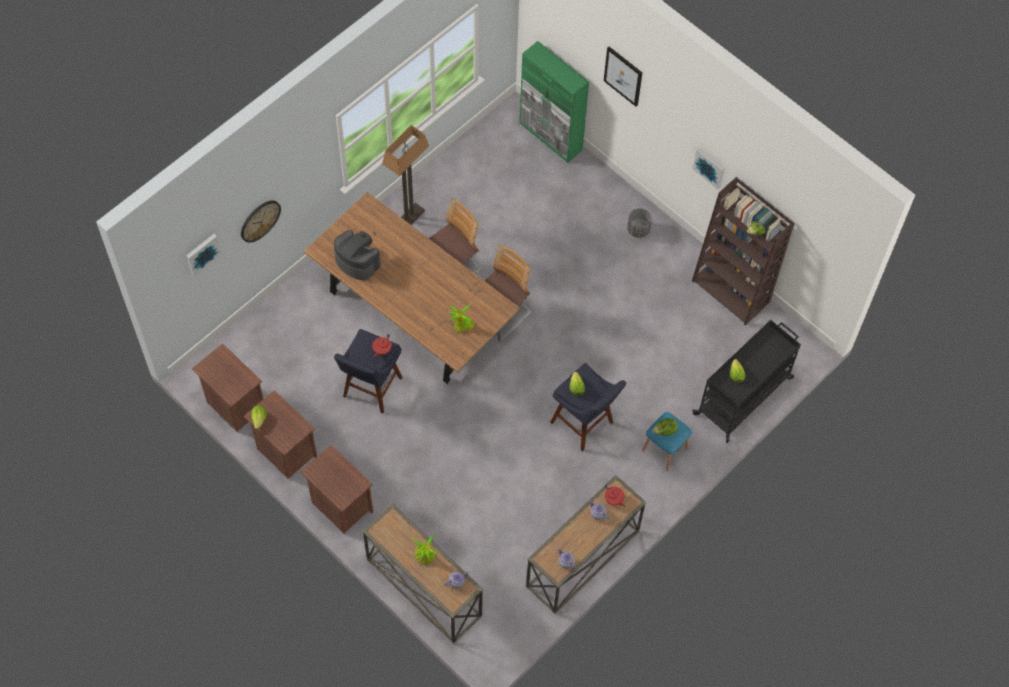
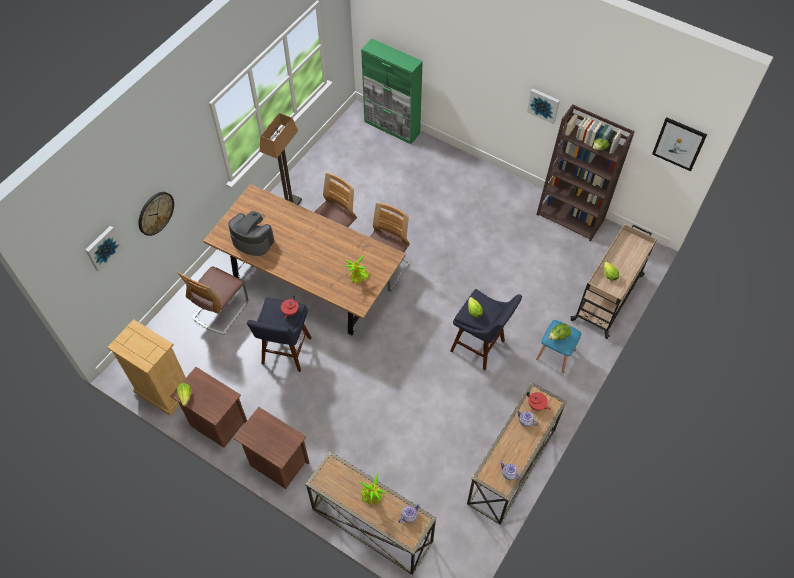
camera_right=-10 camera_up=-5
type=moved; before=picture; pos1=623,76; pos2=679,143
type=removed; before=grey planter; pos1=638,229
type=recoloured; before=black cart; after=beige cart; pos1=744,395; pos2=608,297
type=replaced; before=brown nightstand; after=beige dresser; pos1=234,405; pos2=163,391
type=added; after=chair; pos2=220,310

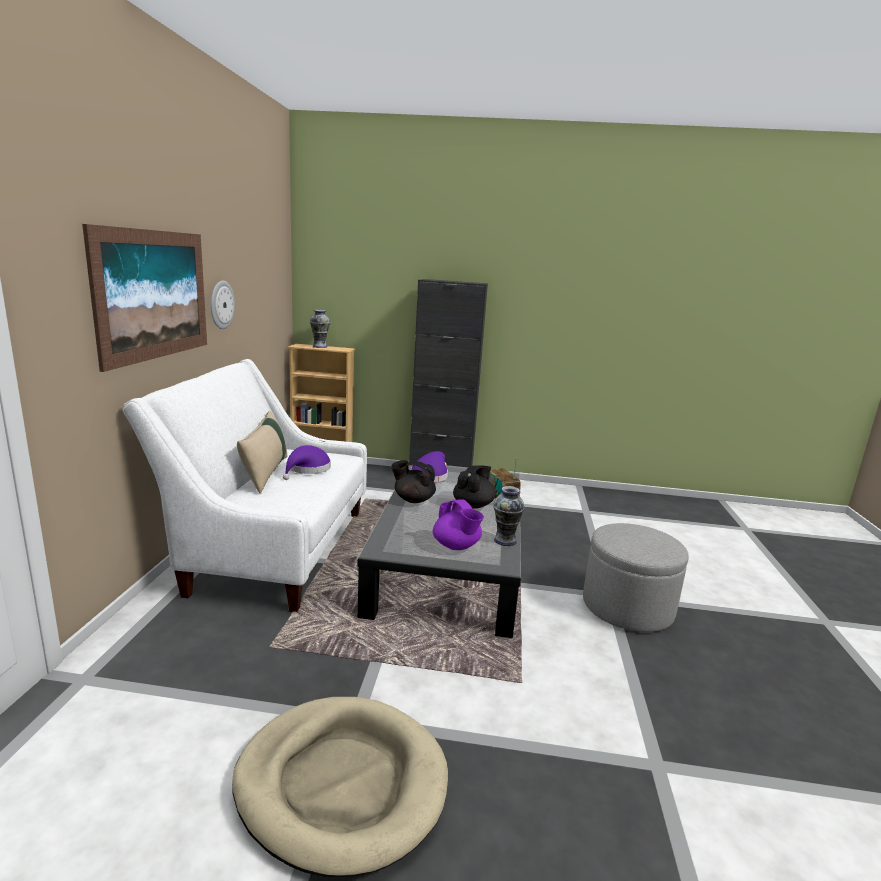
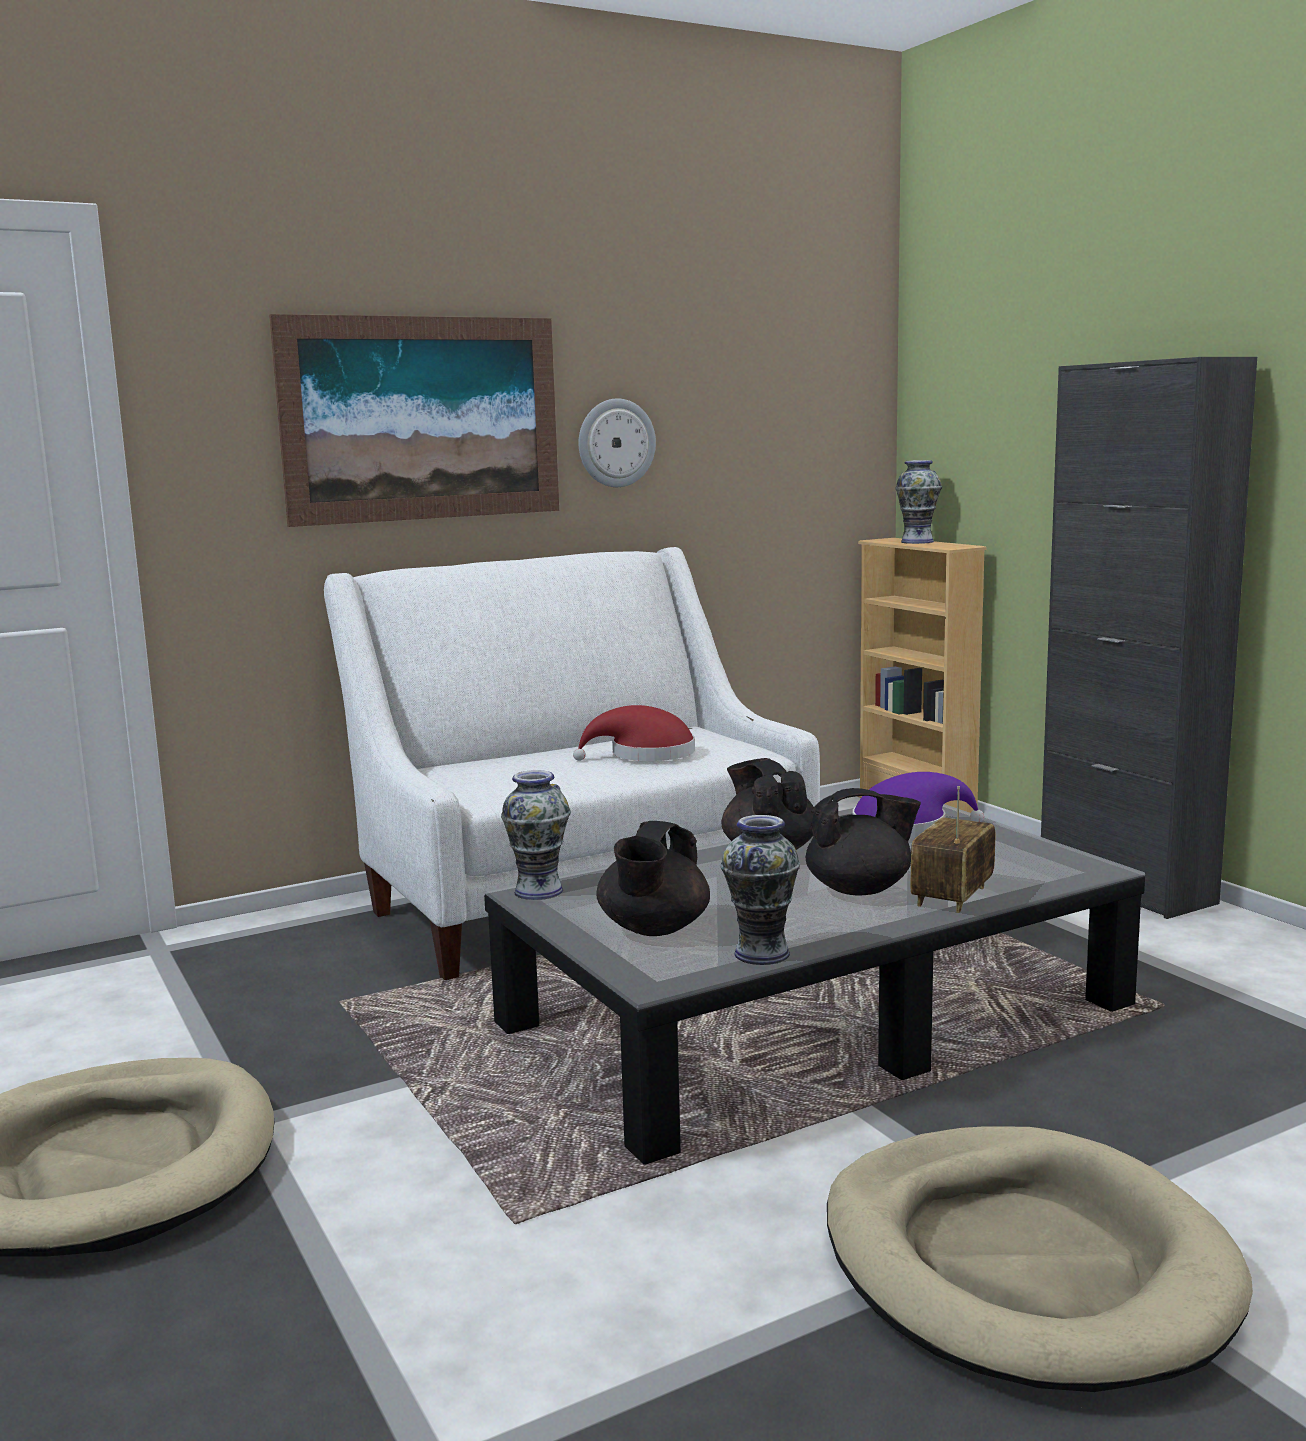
camera_right=55 camera_up=-5
type=removed; before=beige pillow; pos1=265,473
type=recoloured; before=purple hat; after=red hat; pos1=307,469; pos2=645,755
type=recoloured; before=purple teapot; after=black teapot; pos1=456,546; pos2=653,929
type=replaced; before=grey ottoman; after=beige dog bed; pos1=627,607; pos2=1025,1265
type=added; after=vase; pos2=538,891

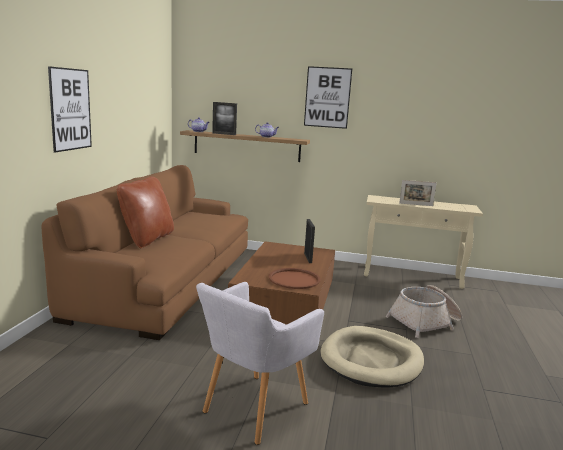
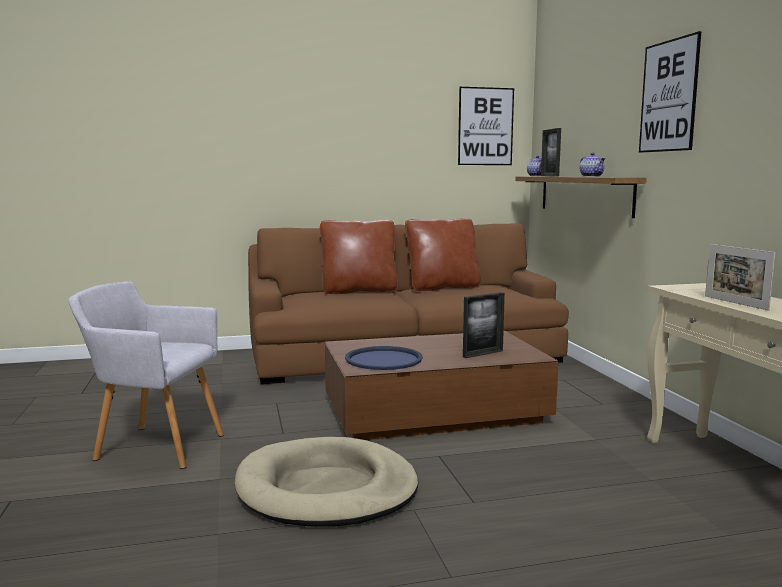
camera_right=65 camera_up=-5
type=moved; before=picture; pos1=70,109; pos2=485,126
type=recoloured; before=brown tray; after=blue tray; pos1=294,279; pos2=383,359
type=removed; before=basket; pos1=425,322
type=added; after=brown pillow; pos2=442,287

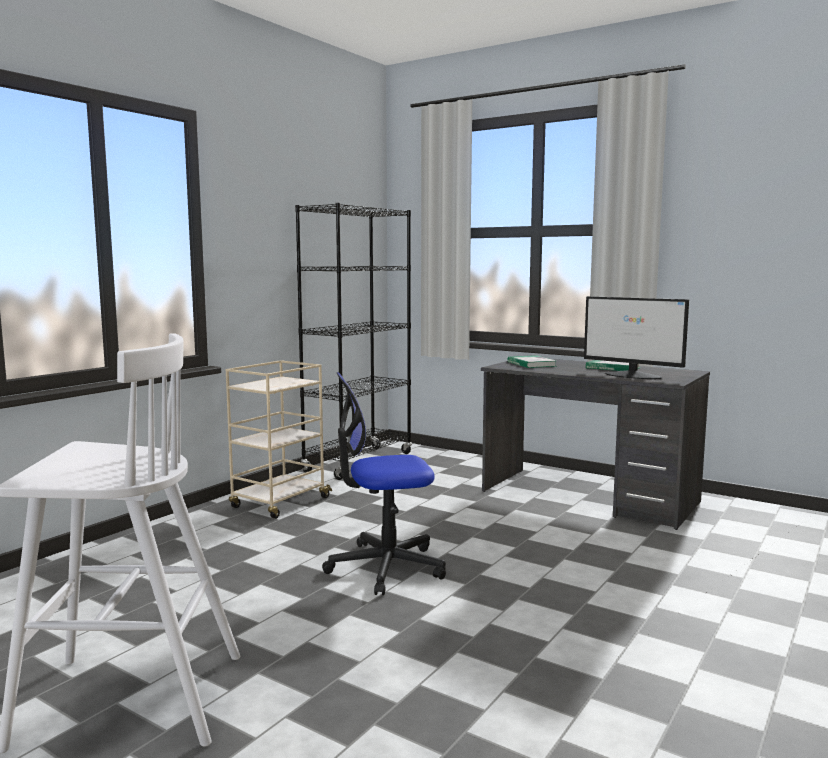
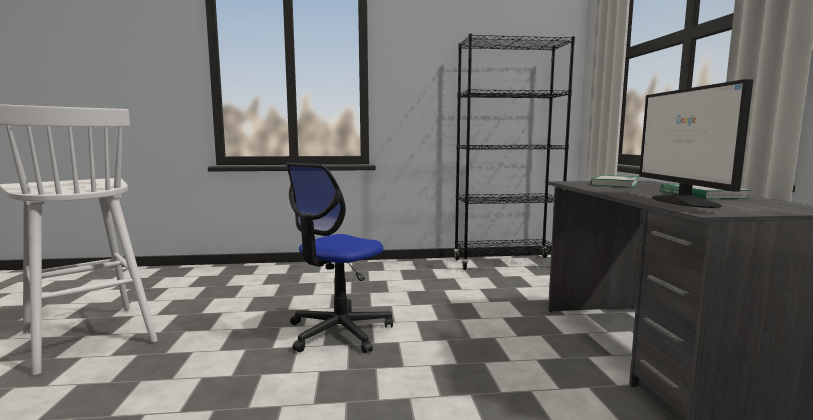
camera_right=50 camera_up=0
type=removed; before=beige cart; pos1=279,503
type=turned; before=office chair; pos1=385,567; pos2=339,332; turn=-90

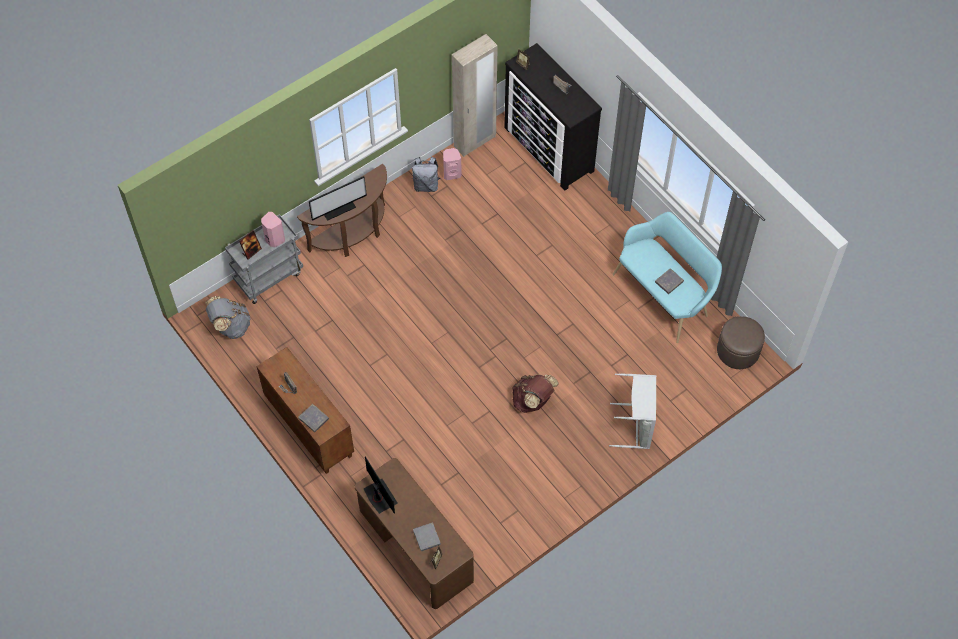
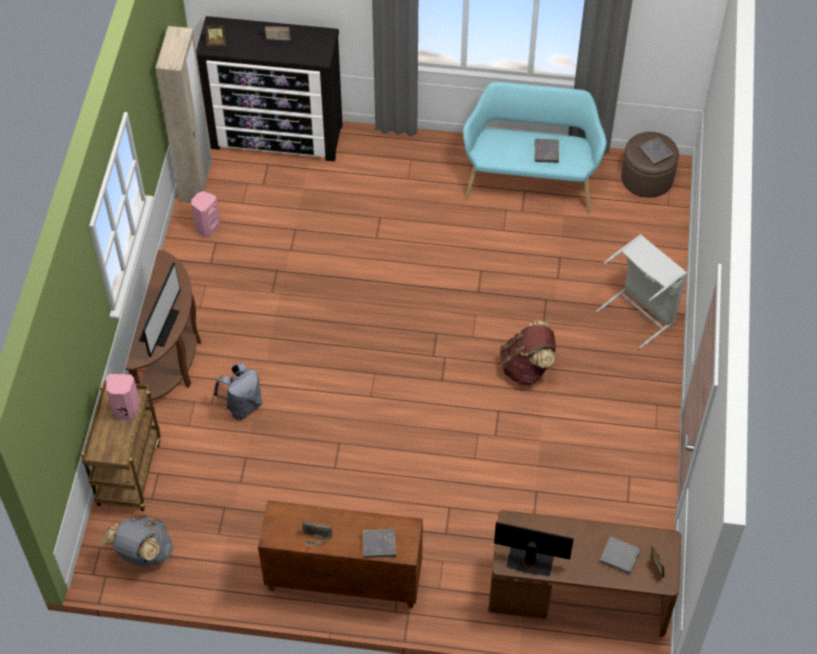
camera_right=-45 camera_up=-5
type=moved; before=grey backpack; pos1=426,185; pos2=242,406
type=recoloured; before=grey cart; after=brown cart; pos1=269,276; pos2=128,471
type=removed; before=picture frame; pos1=251,251
type=added; after=grey book; pos2=655,153

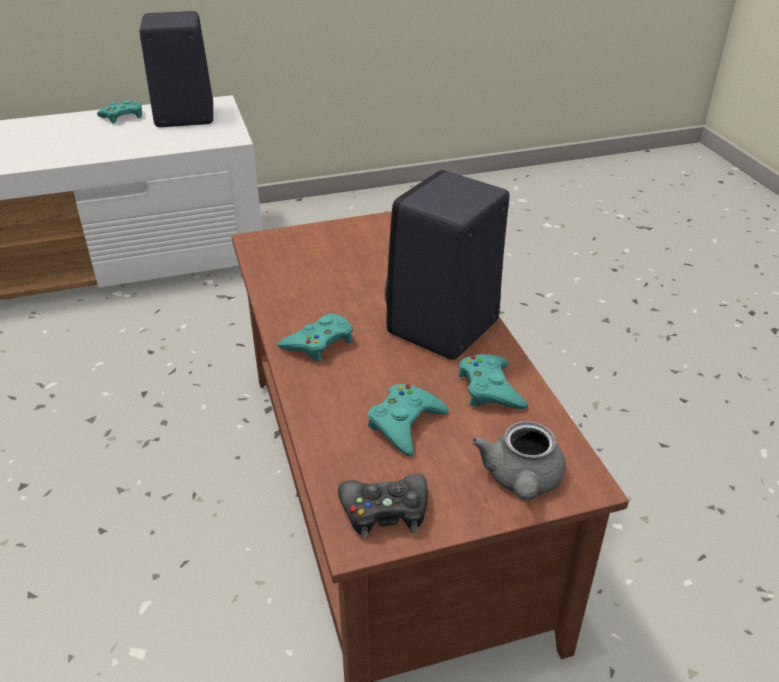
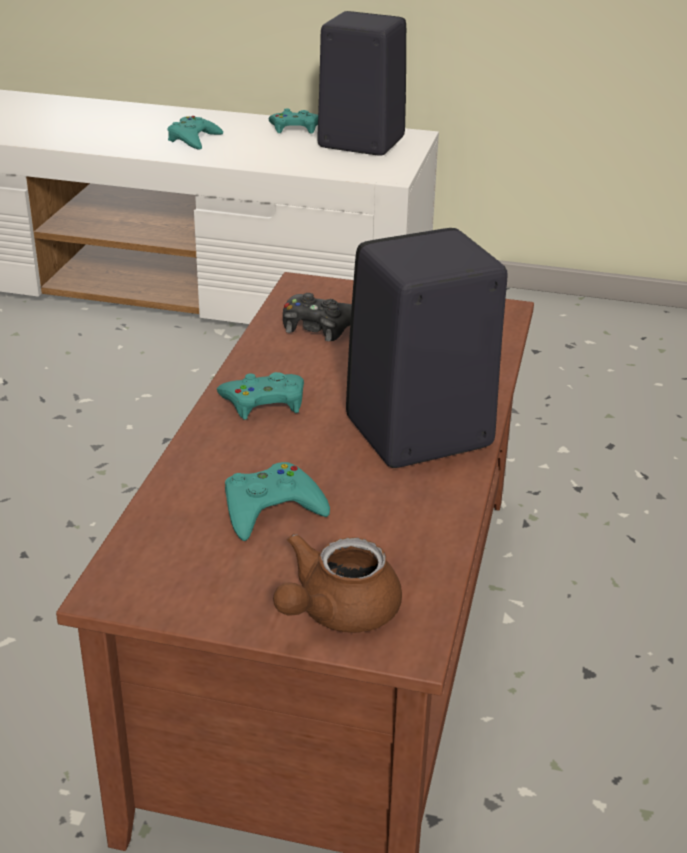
camera_right=30 camera_up=-5
type=moved; before=turquoise game controller; pos1=490,389; pos2=194,139
type=recoloured; before=grey teapot; after=brown teapot; pos1=521,481; pos2=336,612
type=moved; before=black game controller; pos1=385,511; pos2=319,327

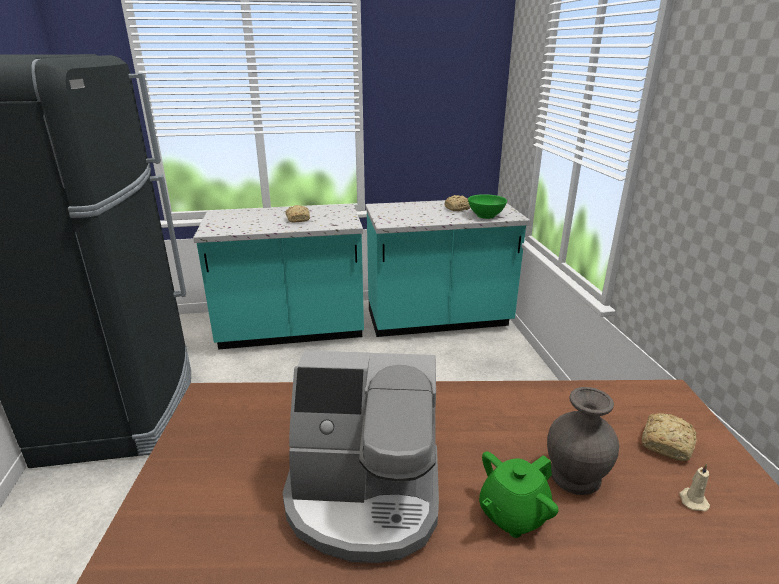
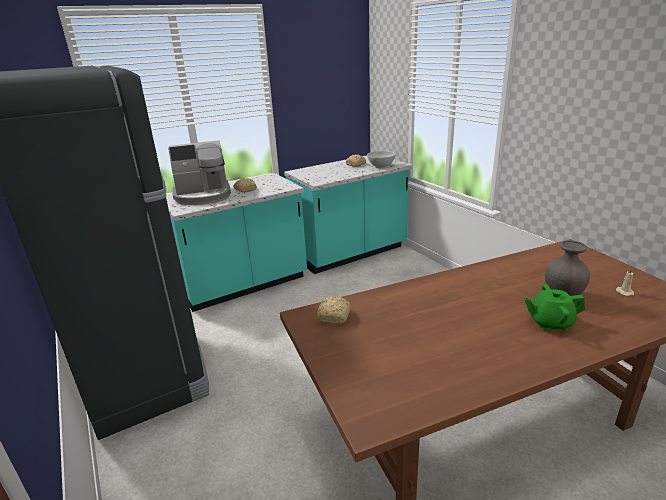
camera_right=-20 camera_up=0
type=recoloured; before=green bowl; after=white bowl; pos1=486,216; pos2=381,166
type=moved; before=coffee machine; pos1=364,497; pos2=203,196
type=moved; before=bread; pos1=667,443; pos2=334,315
type=turned; before=green teapot; pos1=512,514; pos2=550,323; turn=60

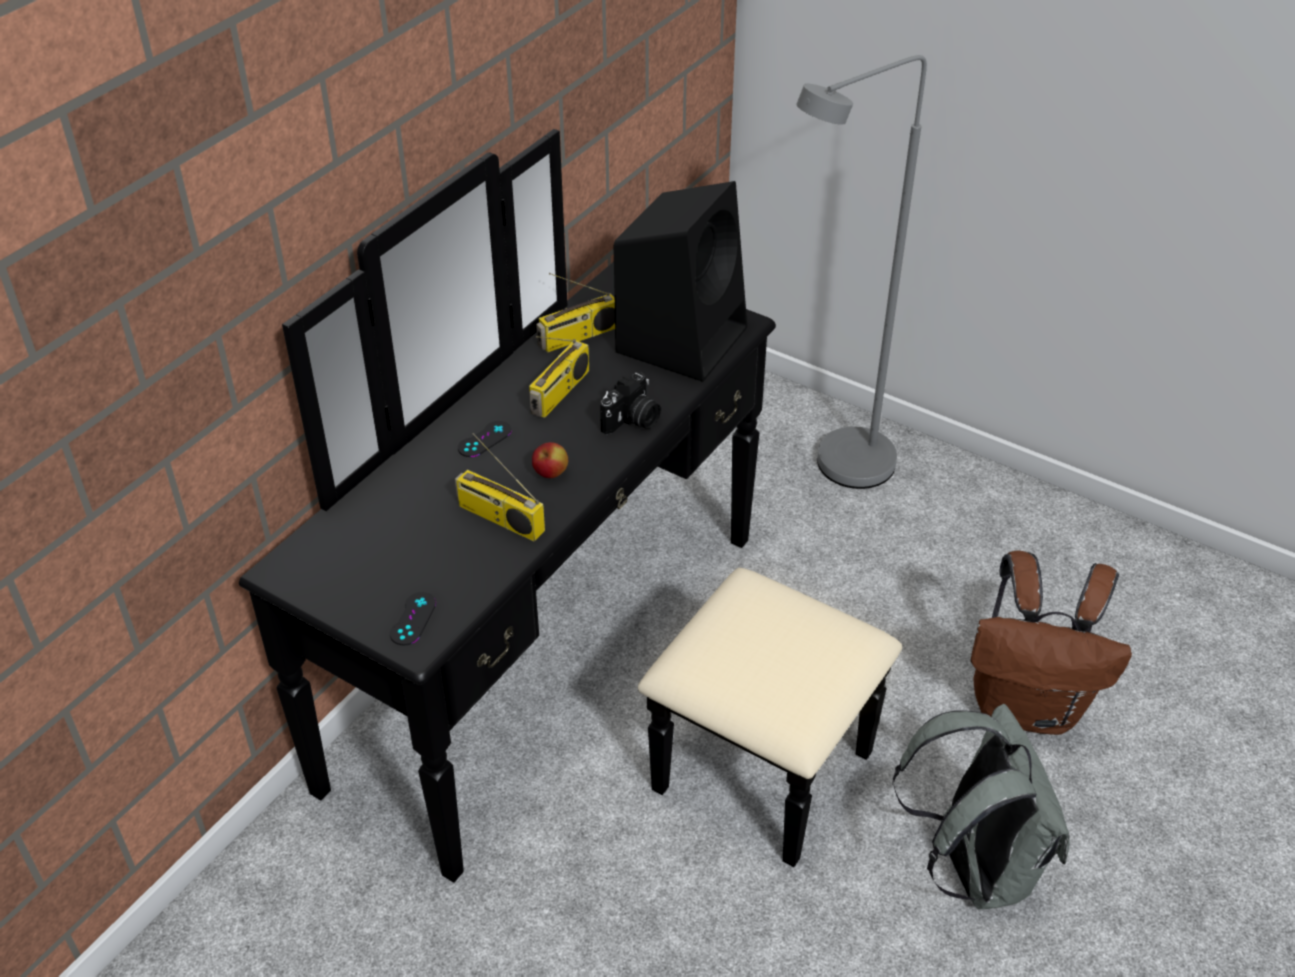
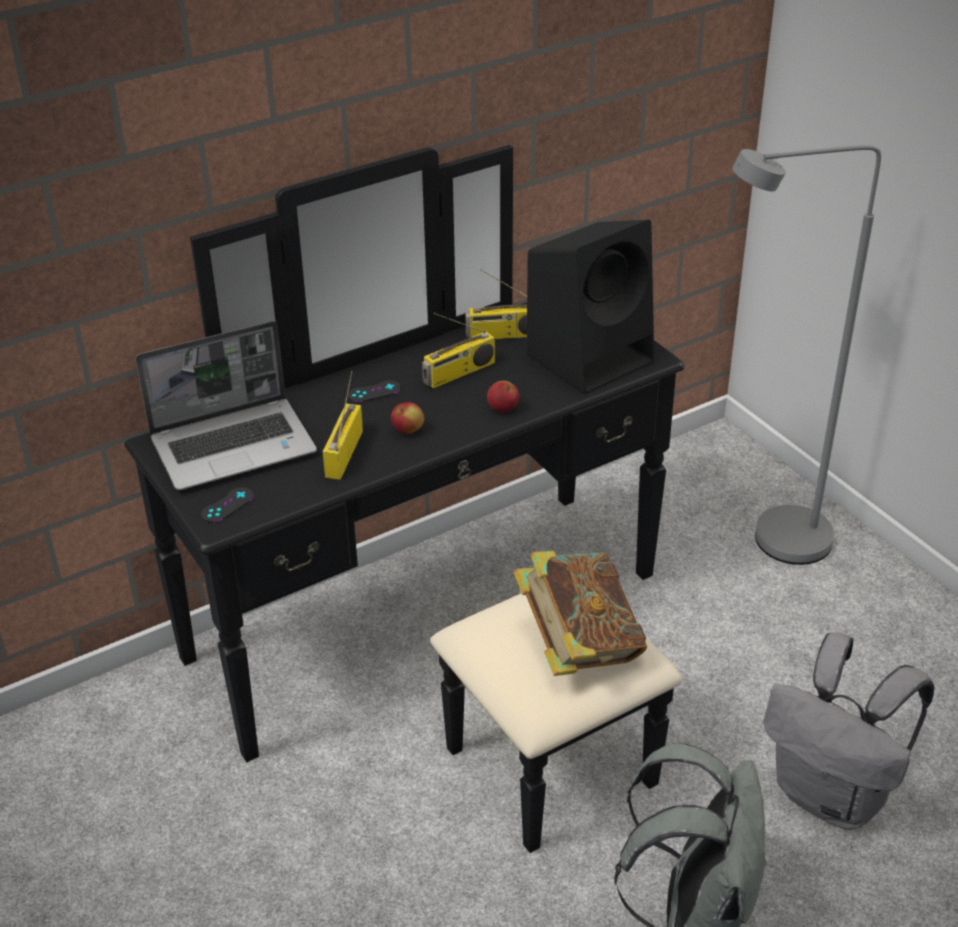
camera_right=25 camera_up=-5
type=replaced; before=photo camera; after=apple; pos1=632,421; pos2=503,409
type=turned; before=radio; pos1=499,518; pos2=343,452; turn=45
type=recoloured; before=brown backpack; after=grey backpack; pos1=1028,706; pos2=832,796
type=added; after=laptop; pos2=235,445
type=added; after=book; pos2=578,646

